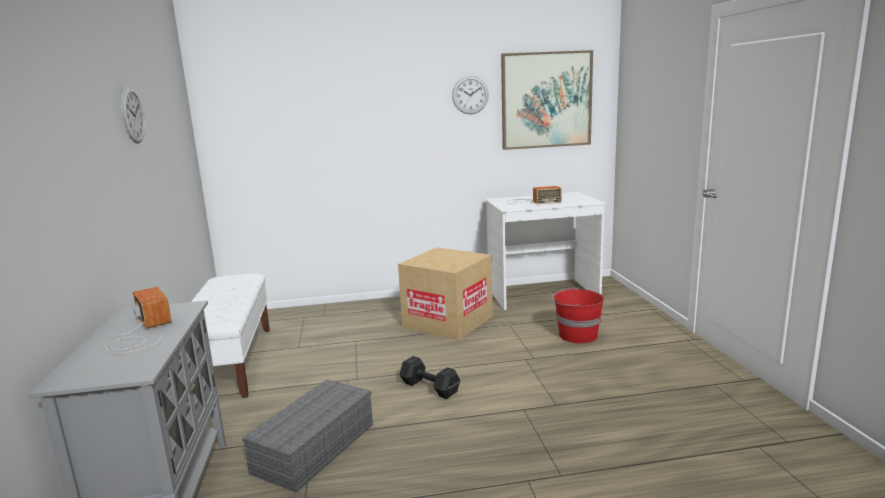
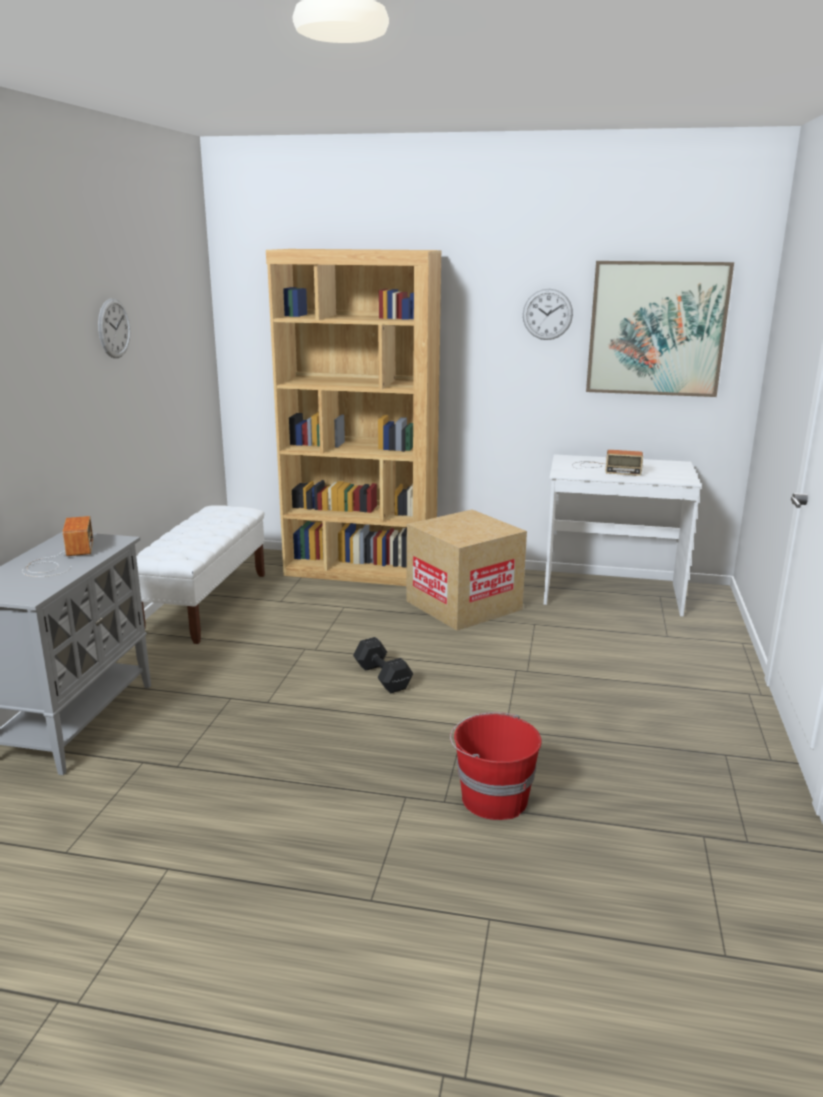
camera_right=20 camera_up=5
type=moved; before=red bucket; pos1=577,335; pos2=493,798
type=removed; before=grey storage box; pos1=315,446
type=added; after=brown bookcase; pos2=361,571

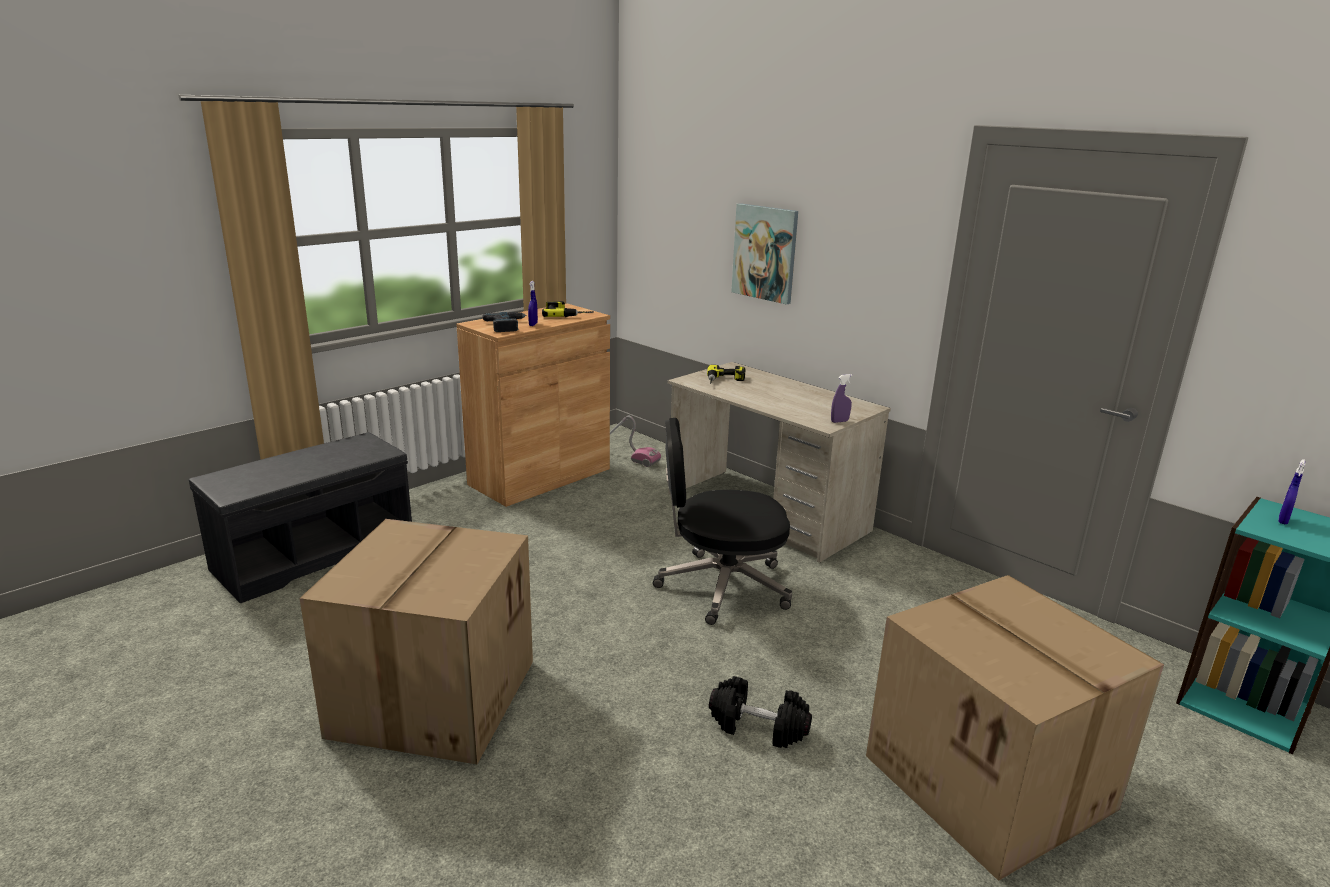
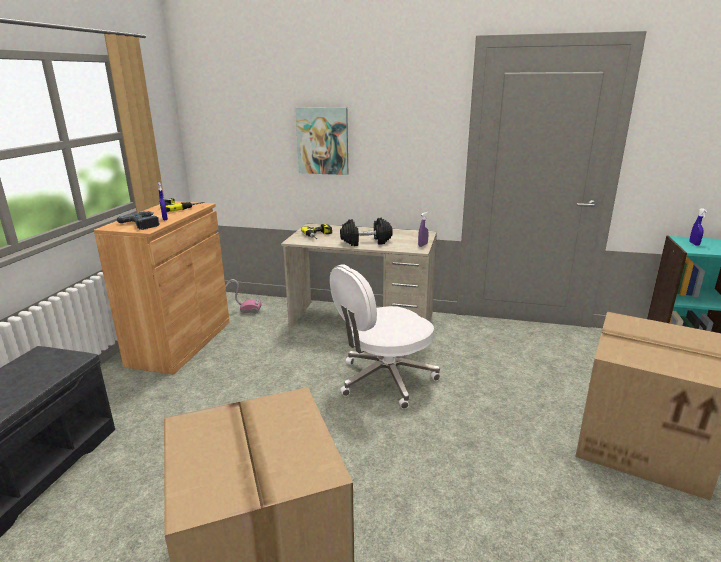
camera_right=-30 camera_up=0
type=recoloured; before=black office chair; after=white office chair; pos1=720,586; pos2=384,379
type=moved; before=black dumbbell; pos1=758,727; pos2=366,242

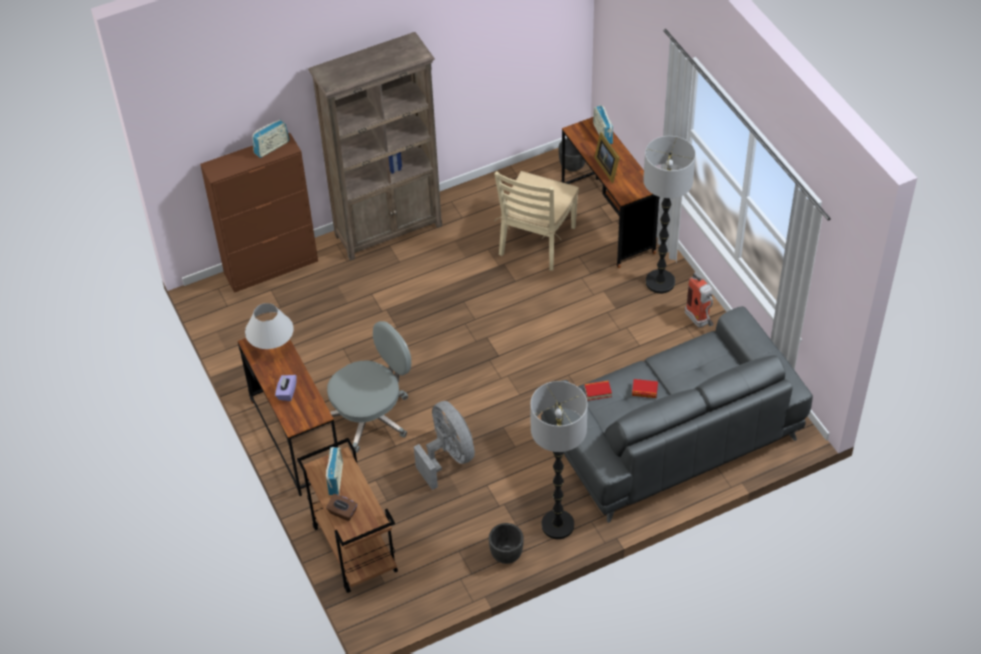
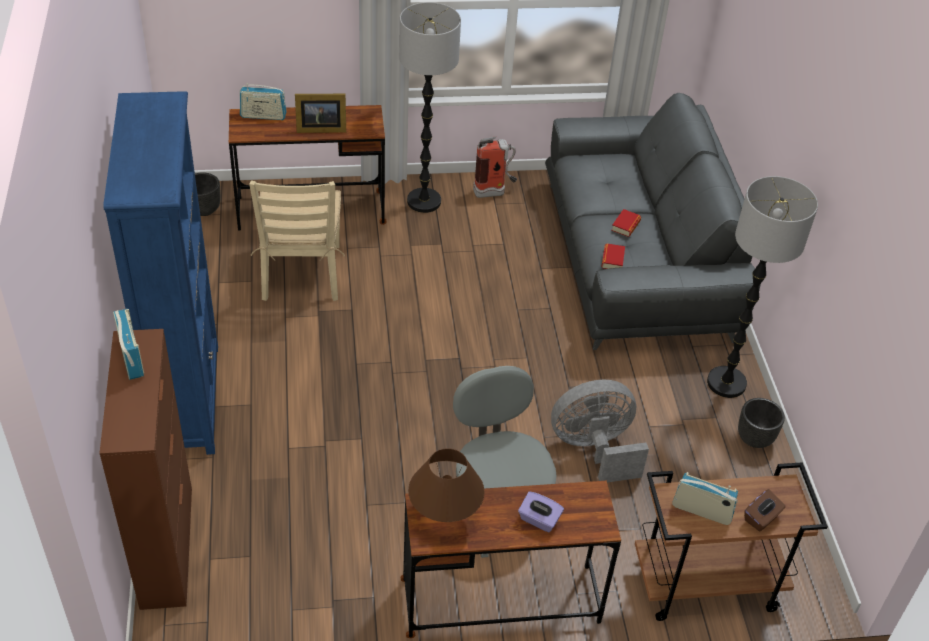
camera_right=-75 camera_up=-5
type=recoloured; before=brown bookcase; after=blue bookcase; pos1=389,230; pos2=188,398
type=turned; before=beige chair; pos1=537,241; pos2=301,273; turn=45
type=recoloured; before=white table lamp; after=brown table lamp; pos1=272,347; pos2=444,515

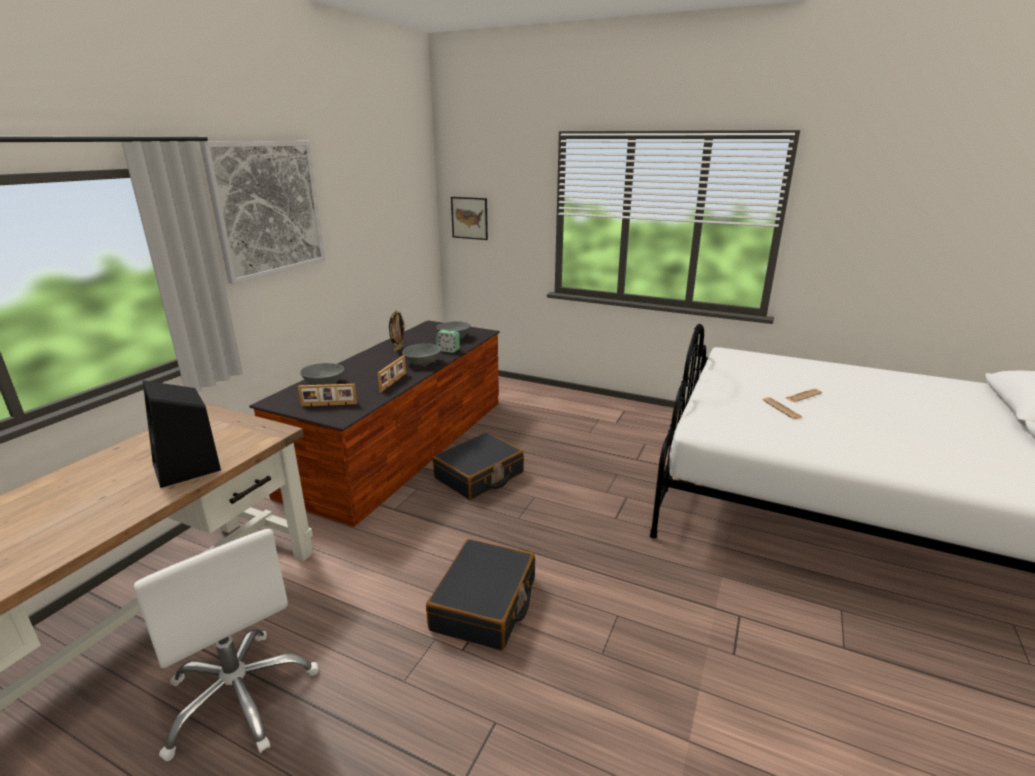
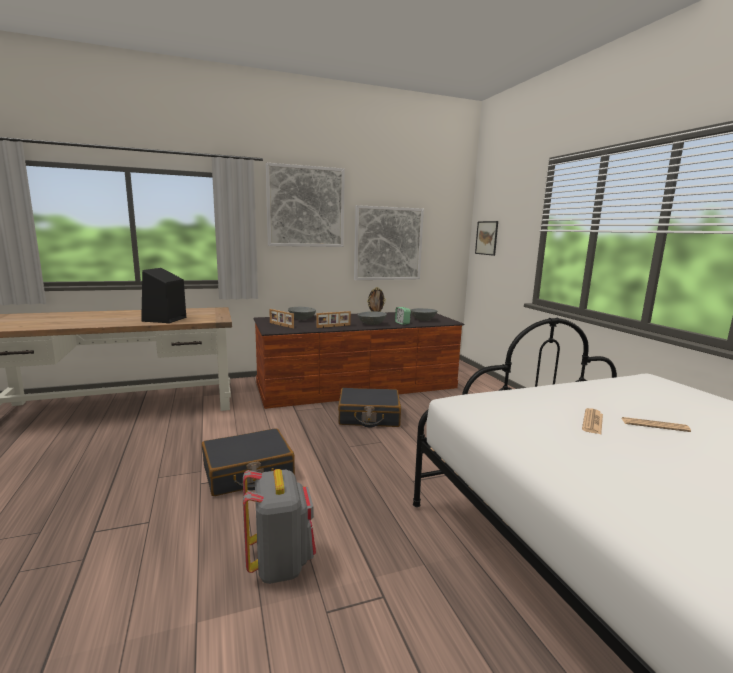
camera_right=45 camera_up=-10
type=removed; before=white office chair; pos1=240,696
type=added; after=picture; pos2=388,244
type=added; after=grey backpack; pos2=280,563

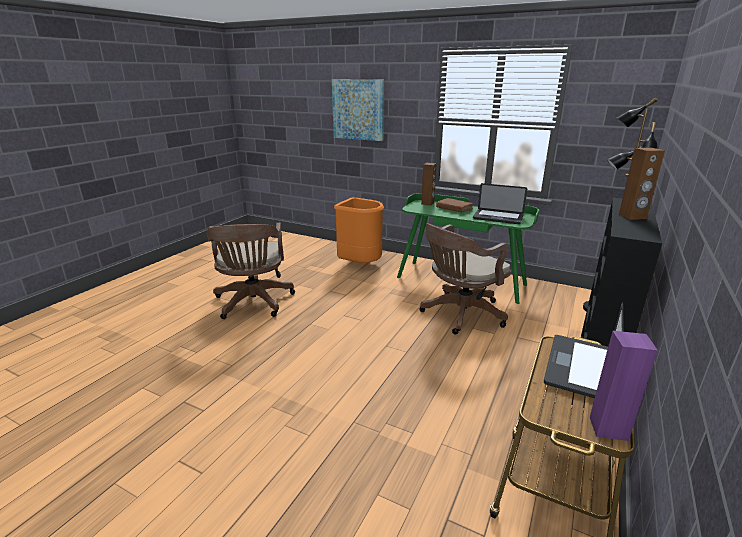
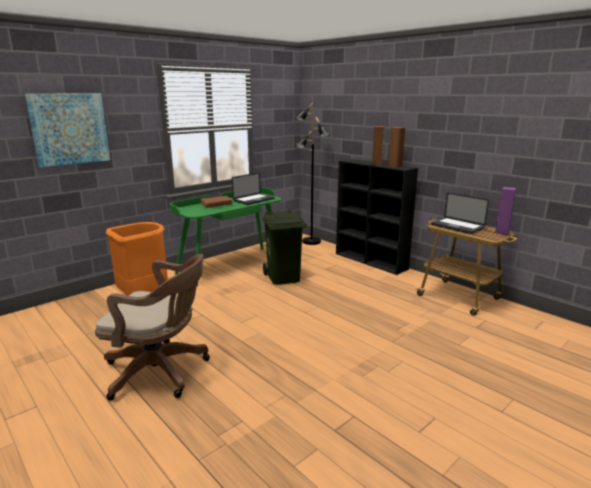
camera_right=-70 camera_up=-5
type=moved; before=brown speaker; pos1=428,203; pos2=395,166
type=replaced; before=brown office chair; after=green trash can; pos1=460,314; pos2=283,277

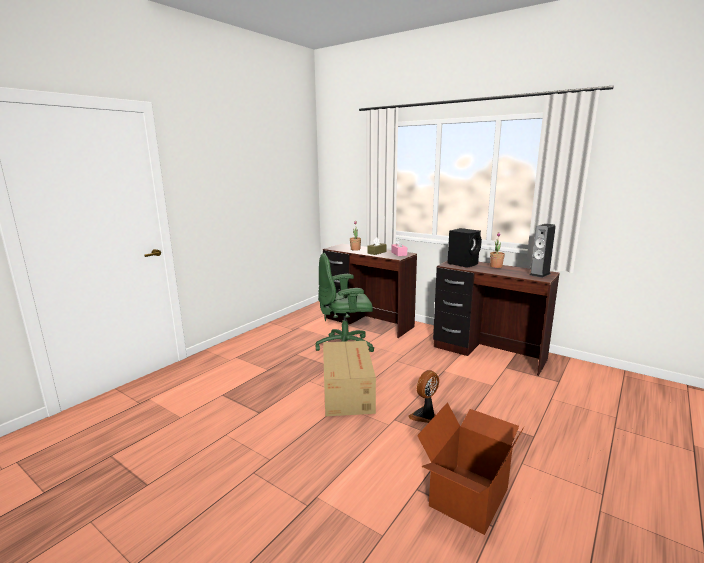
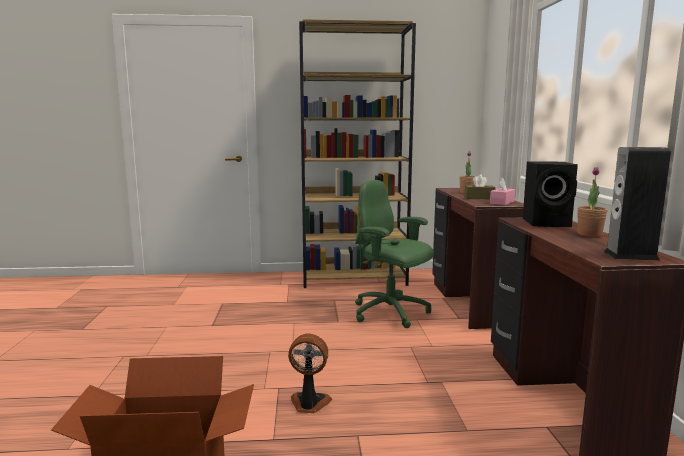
camera_right=50 camera_up=-5
type=removed; before=cardboard box; pos1=348,391
type=added; after=brown bookcase; pos2=354,278

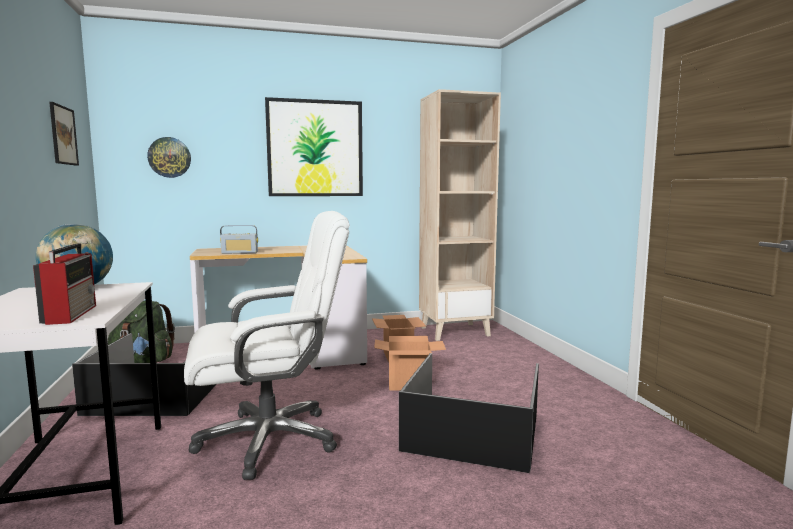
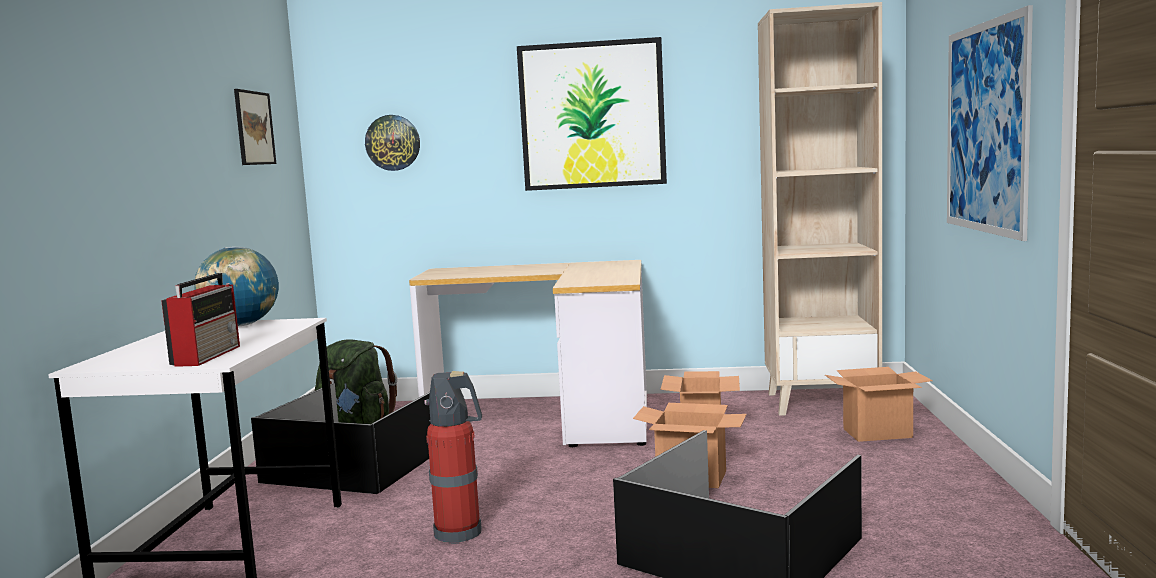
camera_right=20 camera_up=0
type=replaced; before=white office chair; after=fire extinguisher; pos1=270,440; pos2=460,533
type=removed; before=radio; pos1=239,252
type=added; after=picture; pos2=986,128
type=added; after=cardboard box; pos2=878,433

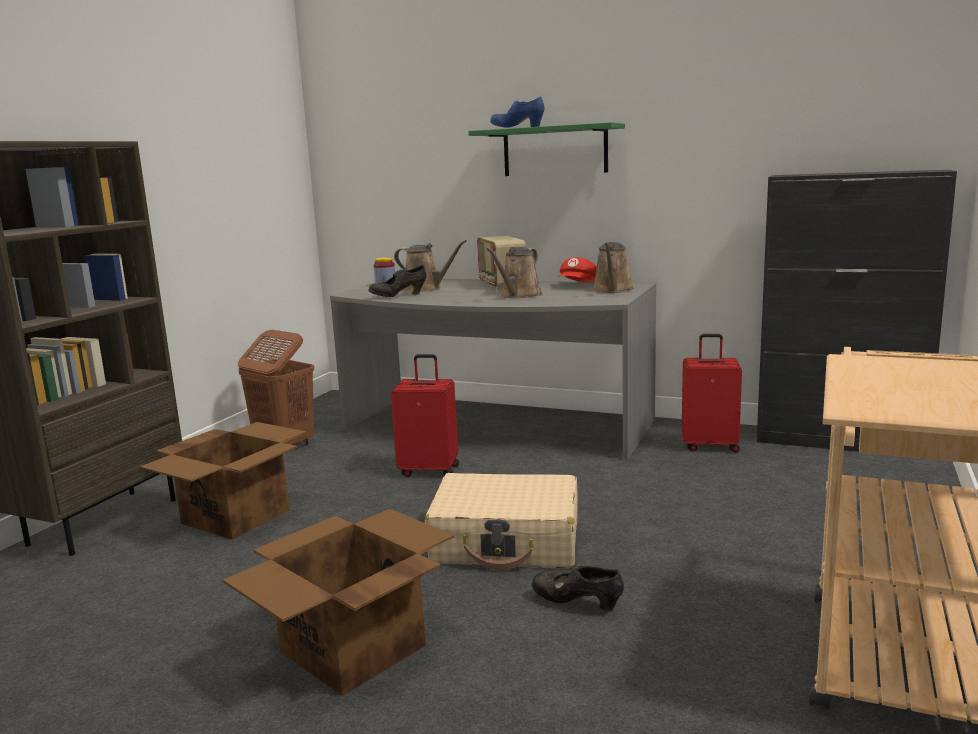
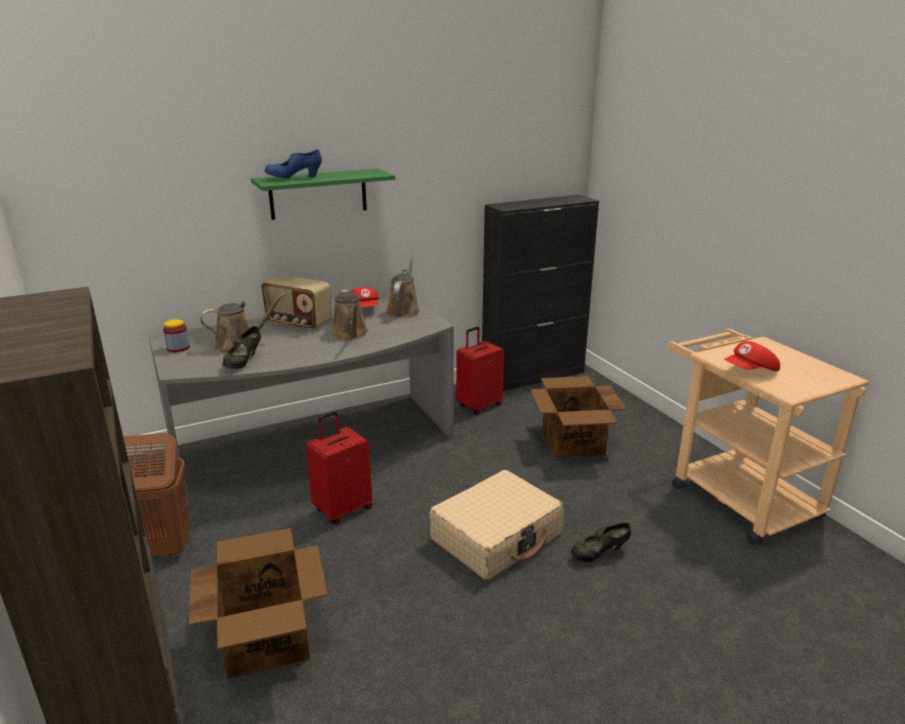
camera_right=-50 camera_up=10
type=turned; before=brown watering can; pos1=612,290; pos2=403,310; turn=-135
type=moved; before=cardboard box; pos1=350,649; pos2=572,443
type=added; after=red cap; pos2=751,371

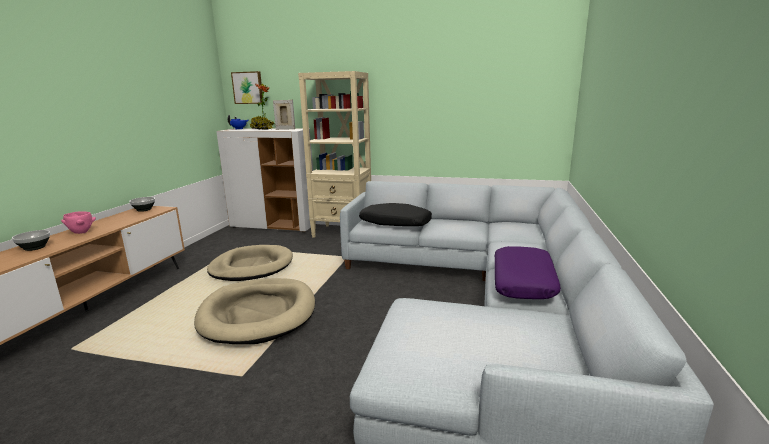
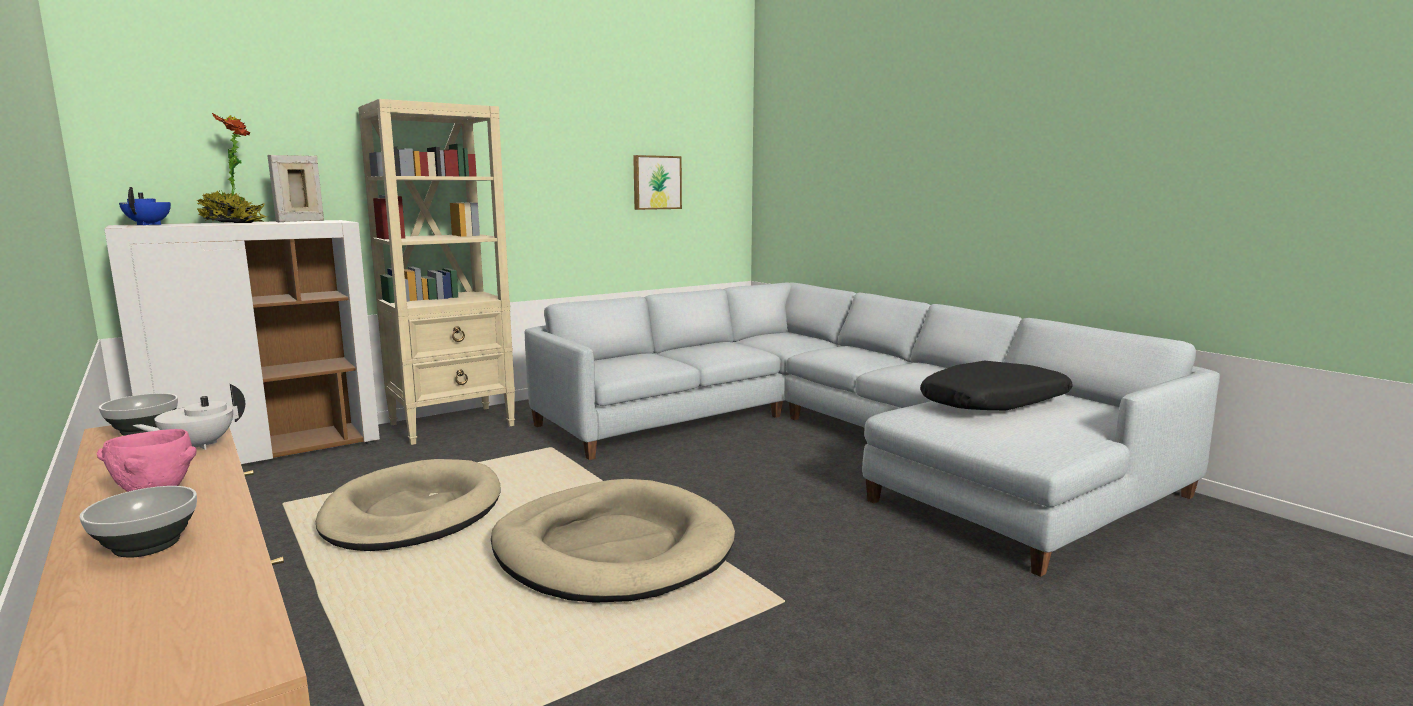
camera_right=-50 camera_up=-5
type=moved; before=picture; pos1=248,88; pos2=656,182
type=moved; before=black pillow; pos1=395,223; pos2=995,403
type=removed; before=purple pillow; pos1=523,282
type=added; after=white teapot; pos2=198,446

